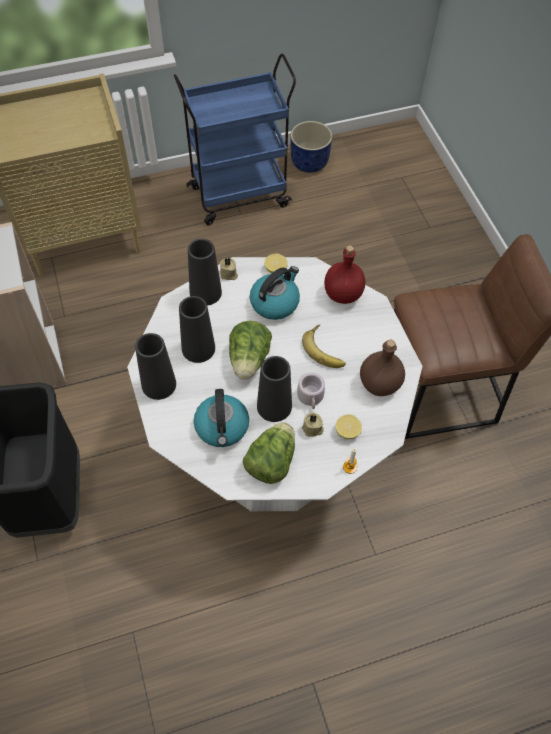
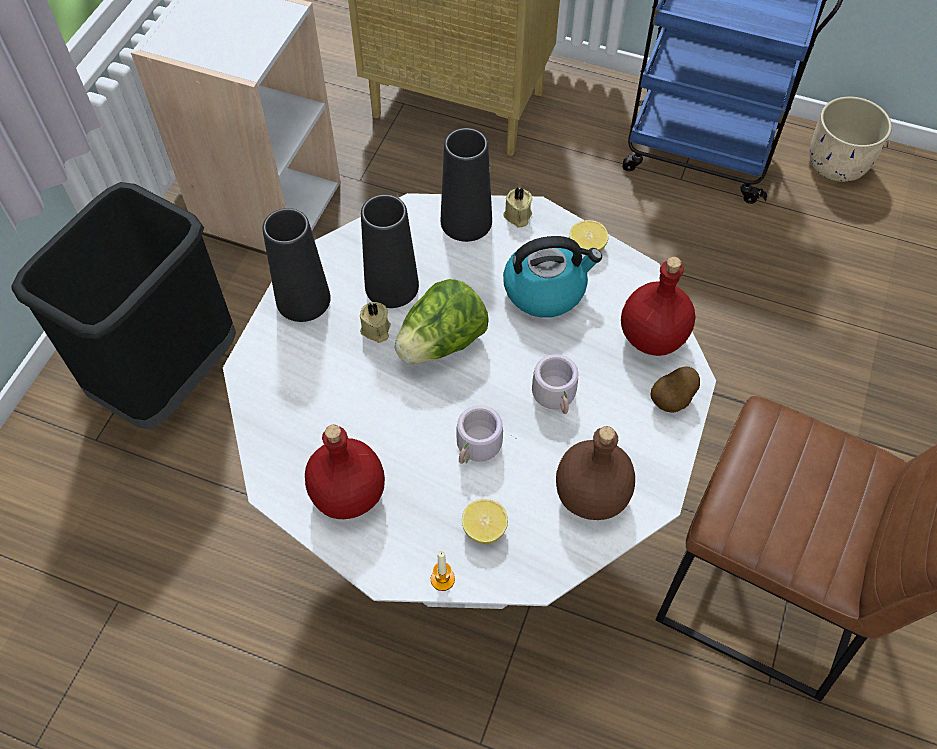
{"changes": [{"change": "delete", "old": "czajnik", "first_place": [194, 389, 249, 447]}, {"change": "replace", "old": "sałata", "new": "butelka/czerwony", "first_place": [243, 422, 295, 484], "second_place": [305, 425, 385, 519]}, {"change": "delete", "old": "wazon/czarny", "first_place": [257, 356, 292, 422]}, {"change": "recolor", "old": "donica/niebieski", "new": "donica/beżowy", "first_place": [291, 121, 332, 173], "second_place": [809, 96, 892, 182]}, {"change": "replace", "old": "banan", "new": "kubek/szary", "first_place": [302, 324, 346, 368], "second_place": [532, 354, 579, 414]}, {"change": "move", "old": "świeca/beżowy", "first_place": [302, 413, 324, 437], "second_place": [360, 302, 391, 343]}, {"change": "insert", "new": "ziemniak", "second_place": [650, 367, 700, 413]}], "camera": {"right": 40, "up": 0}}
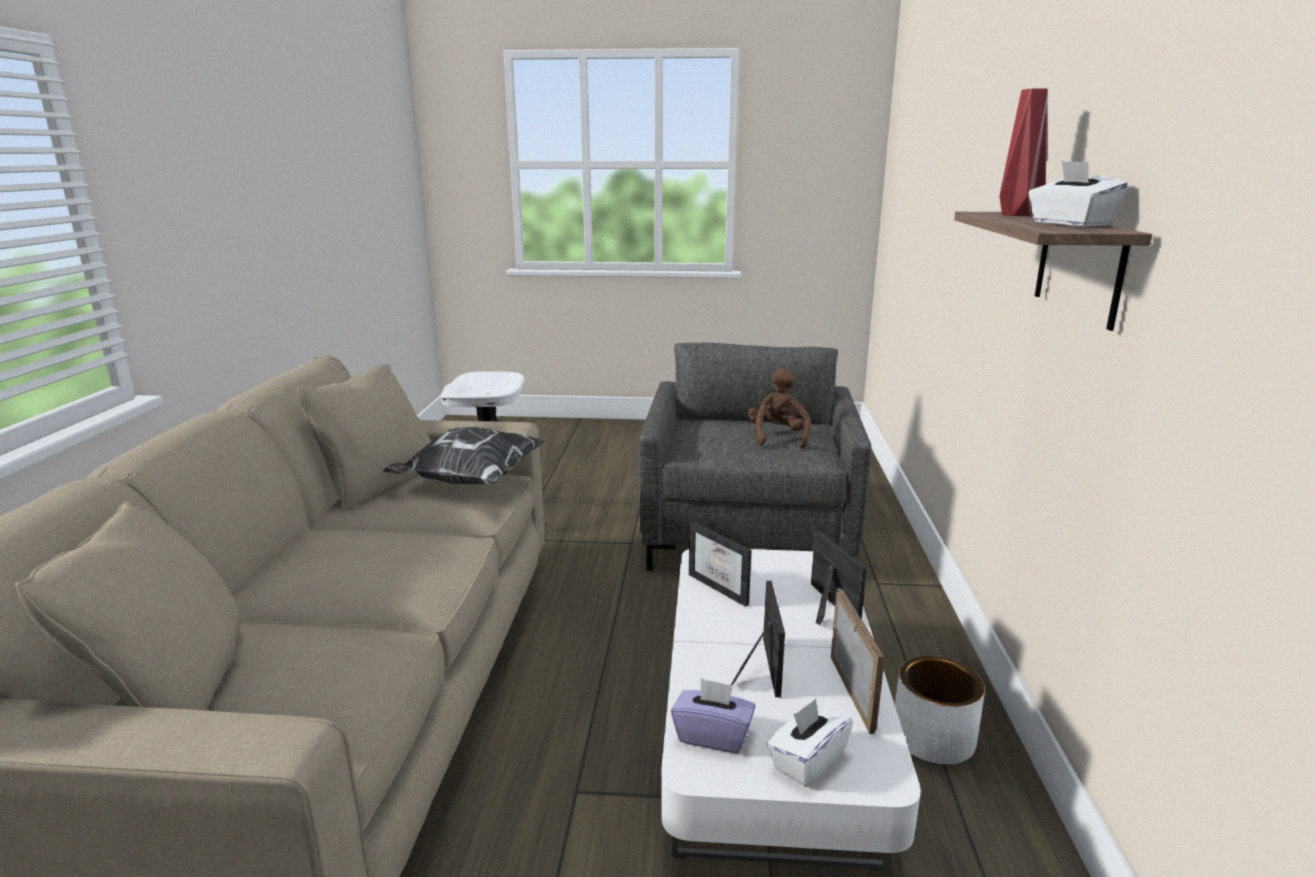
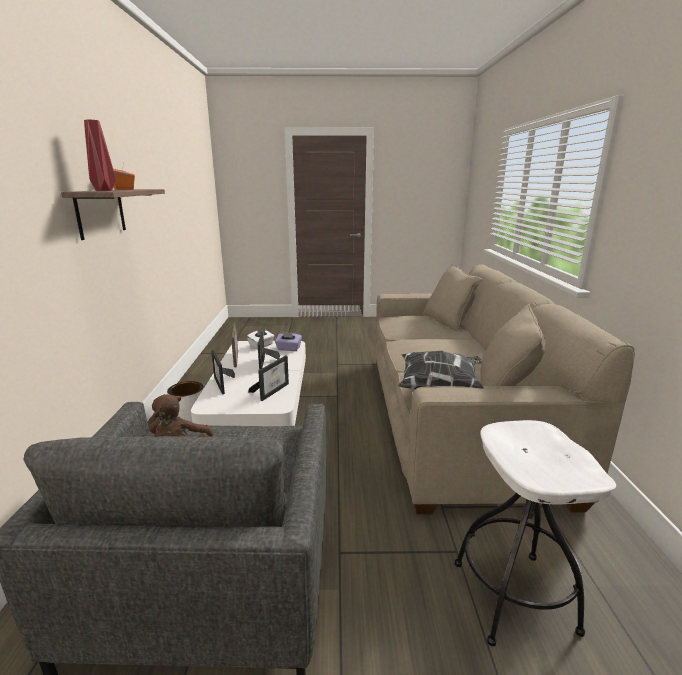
{"changes": [{"change": "rotate", "old": "ramka na zdjęcie", "first_place": [689, 522, 752, 607], "second_place": [248, 355, 289, 401], "degrees": 75}, {"change": "recolor", "old": "pudełko chusteczek/biały", "new": "pudełko chusteczek/pomarańczowy", "first_place": [1028, 161, 1128, 227], "second_place": [113, 164, 135, 190]}], "camera": {"right": 175, "up": 0}}
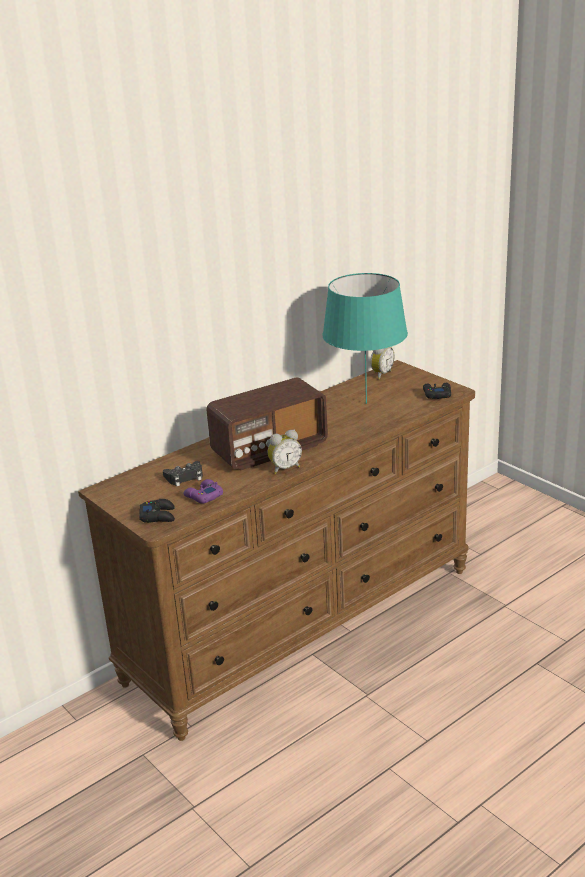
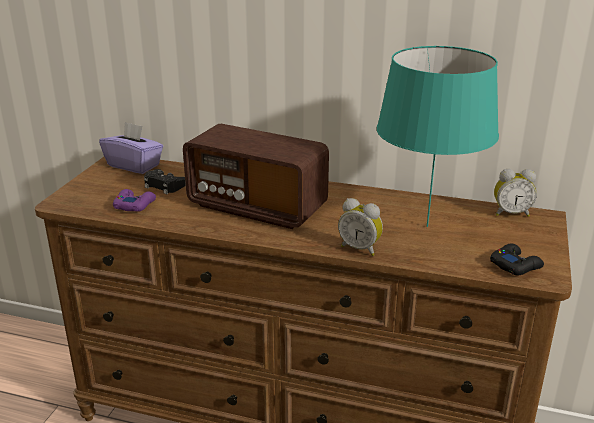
{"changes": [{"change": "delete", "old": "pad do gier/czarny", "first_place": [139, 499, 175, 523]}, {"change": "move", "old": "budzik", "first_place": [268, 430, 302, 474], "second_place": [338, 198, 383, 256]}, {"change": "insert", "new": "pudełko chusteczek/fioletowy", "second_place": [99, 122, 163, 174]}], "camera": {"right": 55, "up": 0}}
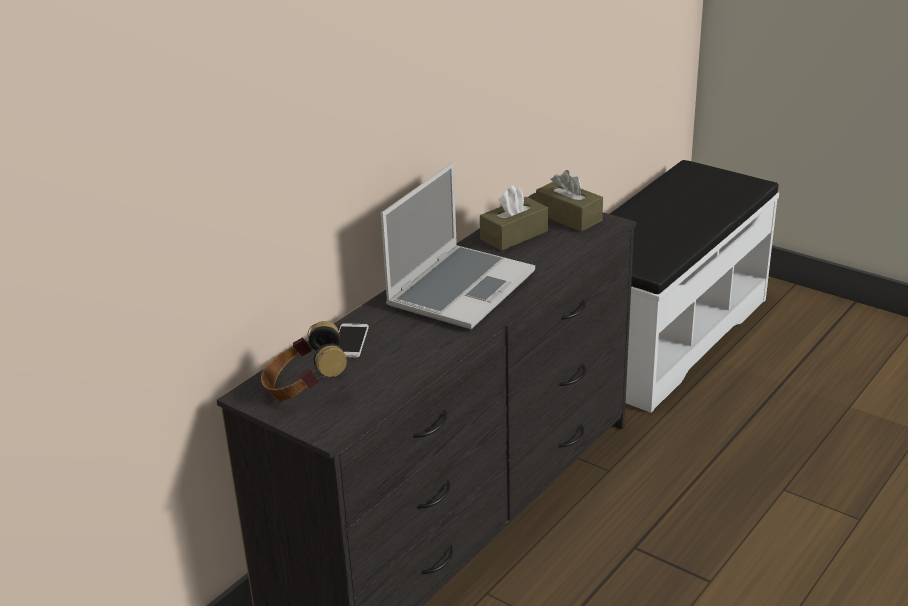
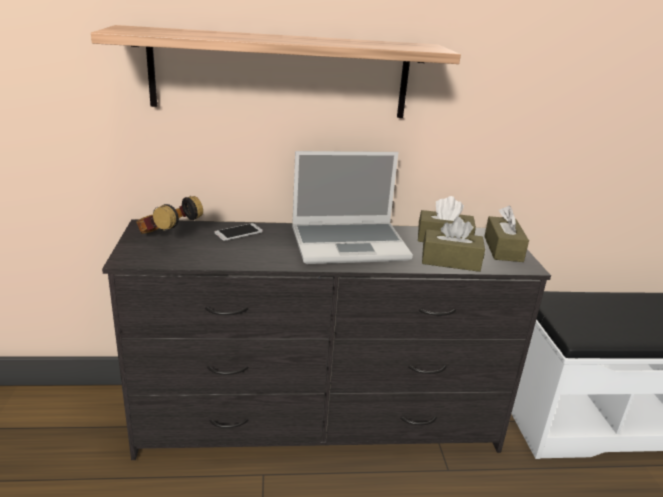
{"changes": [{"change": "insert", "new": "półka", "second_place": [91, 25, 461, 118]}, {"change": "insert", "new": "pudełko chusteczek/brązowy", "second_place": [422, 217, 485, 272]}], "camera": {"right": 45, "up": -5}}
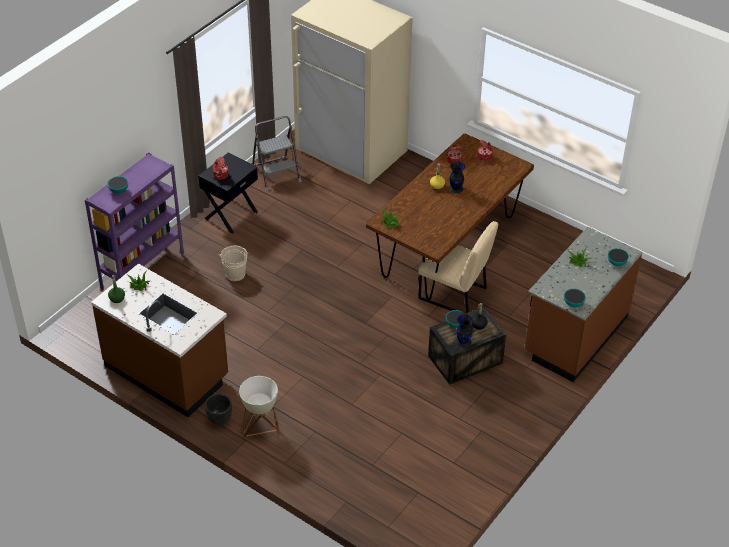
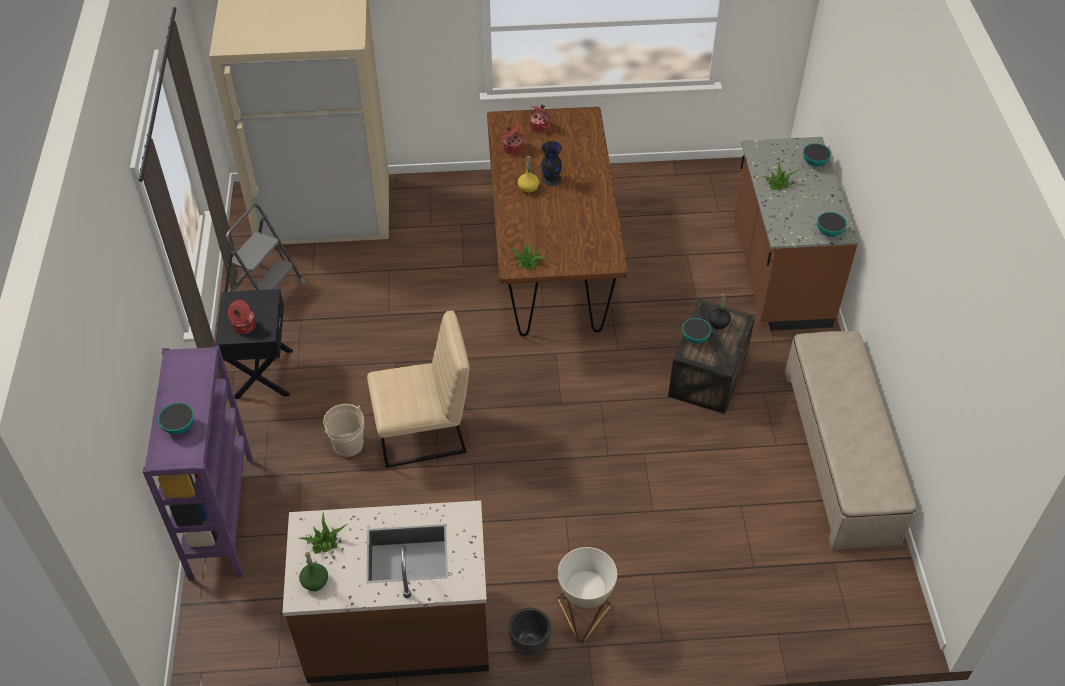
{"changes": [{"change": "move", "old": "krzesło/beżowy", "first_place": [418, 221, 498, 314], "second_place": [367, 310, 470, 468]}, {"change": "delete", "old": "wazon/czarny", "first_place": [456, 314, 473, 347]}, {"change": "insert", "new": "ławka/beżowy", "second_place": [785, 331, 916, 550]}], "camera": {"right": -40, "up": 5}}
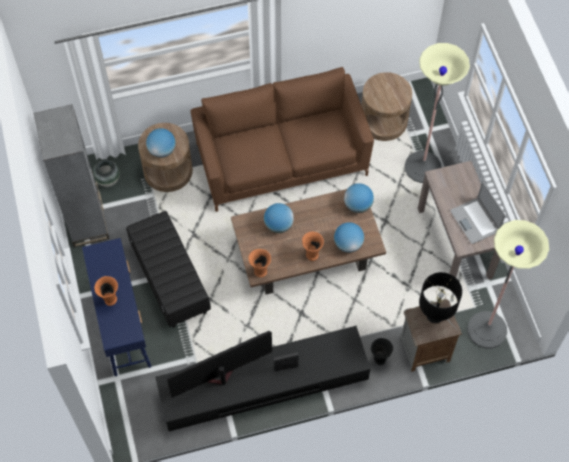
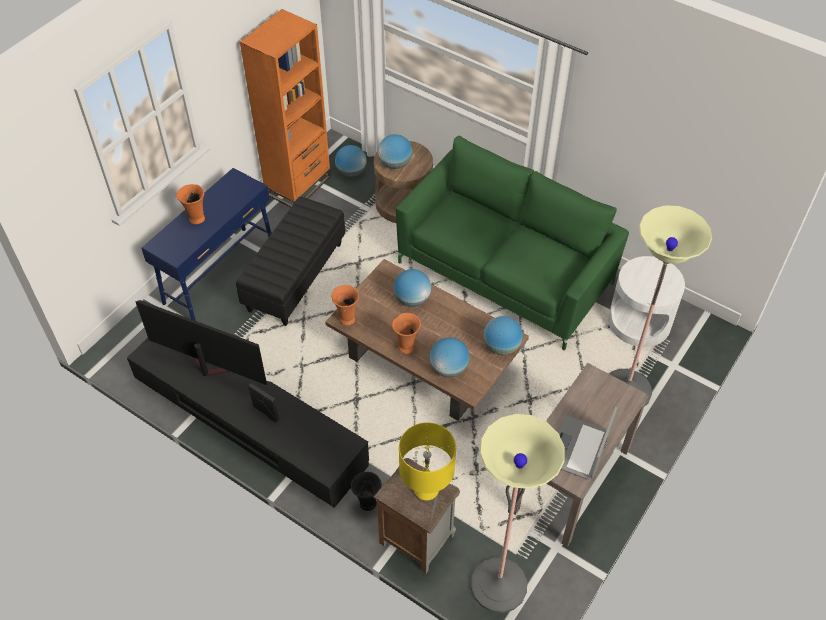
{"changes": [{"change": "recolor", "old": "regał/szary", "new": "regał/pomarańczowy", "first_place": [34, 104, 109, 247], "second_place": [240, 9, 331, 208]}, {"change": "replace", "old": "wazon", "new": "globus", "first_place": [93, 159, 120, 187], "second_place": [335, 145, 367, 177]}, {"change": "recolor", "old": "kanapa/brązowy", "new": "kanapa/zielony", "first_place": [190, 67, 374, 212], "second_place": [395, 136, 629, 350]}, {"change": "recolor", "old": "stolik/brązowy", "new": "stolik/biały", "first_place": [361, 72, 412, 141], "second_place": [608, 256, 685, 347]}, {"change": "recolor", "old": "lampa stołowa/czarny", "new": "lampa stołowa/żółty", "first_place": [419, 272, 462, 323], "second_place": [399, 422, 456, 500]}], "camera": {"right": 50, "up": -10}}
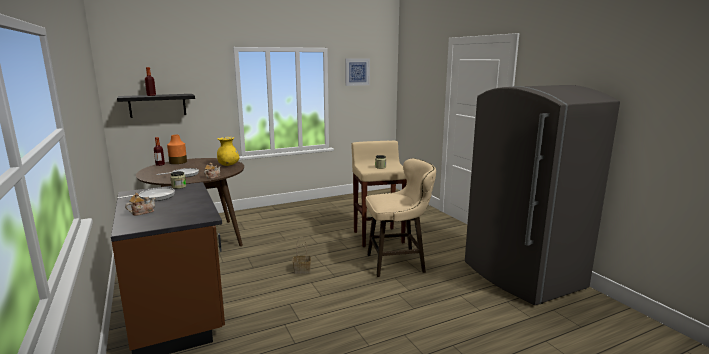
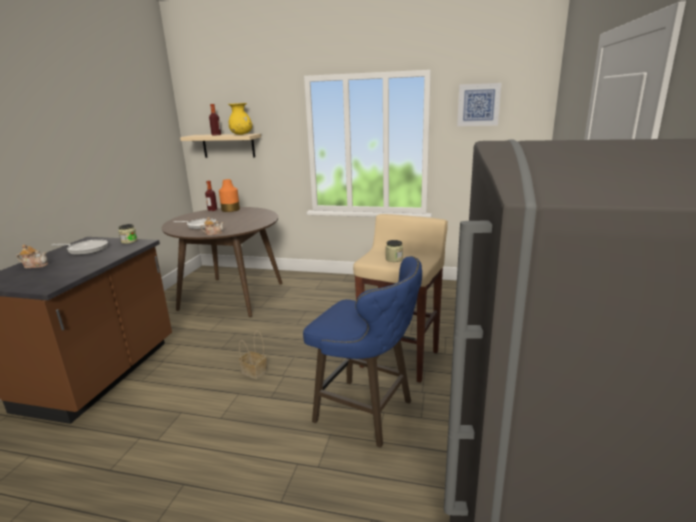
{"changes": [{"change": "recolor", "old": "półka/czarny", "new": "półka/beżowy", "first_place": [117, 94, 195, 118], "second_place": [180, 134, 261, 158]}, {"change": "move", "old": "wazon/żółty", "first_place": [217, 137, 240, 166], "second_place": [228, 103, 253, 135]}, {"change": "recolor", "old": "stołek/beżowy", "new": "stołek/niebieski", "first_place": [366, 158, 436, 277], "second_place": [303, 256, 422, 448]}], "camera": {"right": 40, "up": 5}}
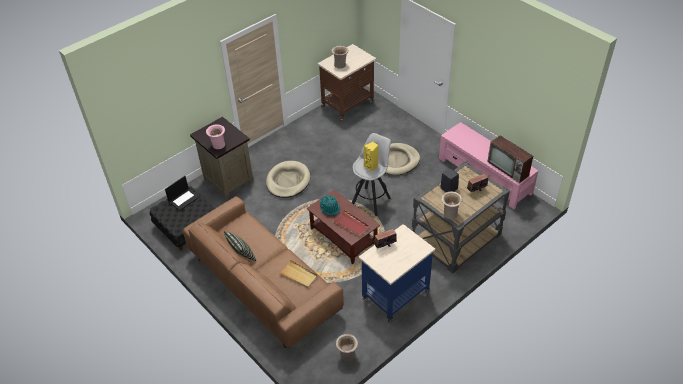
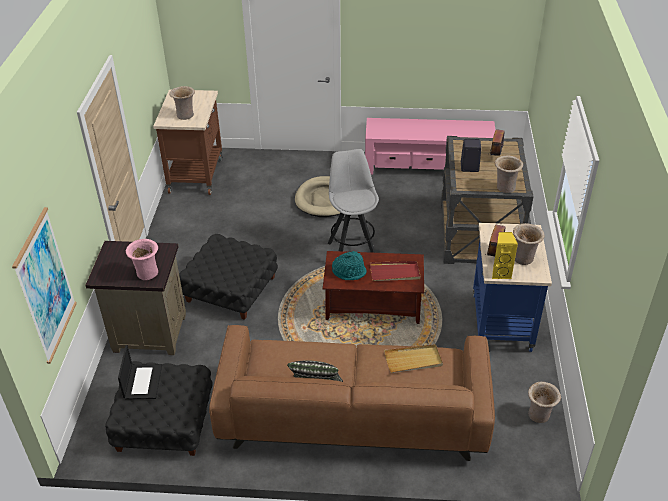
{"changes": [{"change": "replace", "old": "legowisko/beżowy", "new": "pufa/czarny", "first_place": [266, 161, 310, 198], "second_place": [179, 234, 278, 320]}, {"change": "move", "old": "głośnik/żółty", "first_place": [364, 142, 378, 172], "second_place": [492, 232, 518, 279]}, {"change": "delete", "old": "telewizor", "first_place": [487, 135, 533, 183]}, {"change": "insert", "new": "obraz", "second_place": [12, 207, 77, 364]}, {"change": "insert", "new": "wazon/beżowy", "second_place": [513, 223, 544, 265]}], "camera": {"right": -45, "up": -5}}
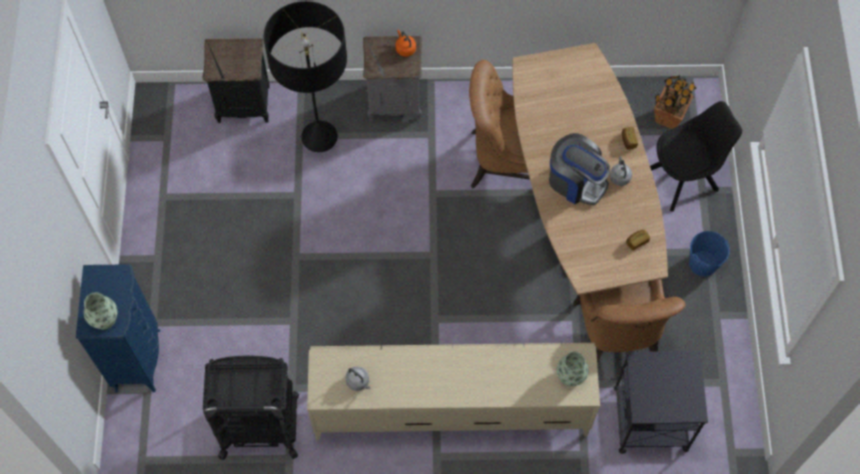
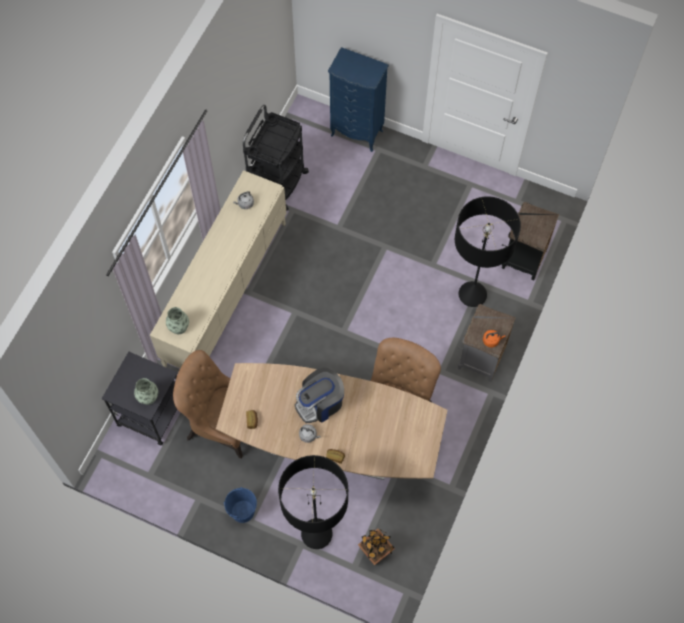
{"changes": [{"change": "move", "old": "wazon", "first_place": [84, 292, 117, 329], "second_place": [134, 378, 158, 405]}, {"change": "replace", "old": "krzesło/czarny", "new": "lampa stojąca/czarny", "first_place": [650, 101, 742, 212], "second_place": [278, 455, 348, 549]}], "camera": {"right": 115, "up": 0}}
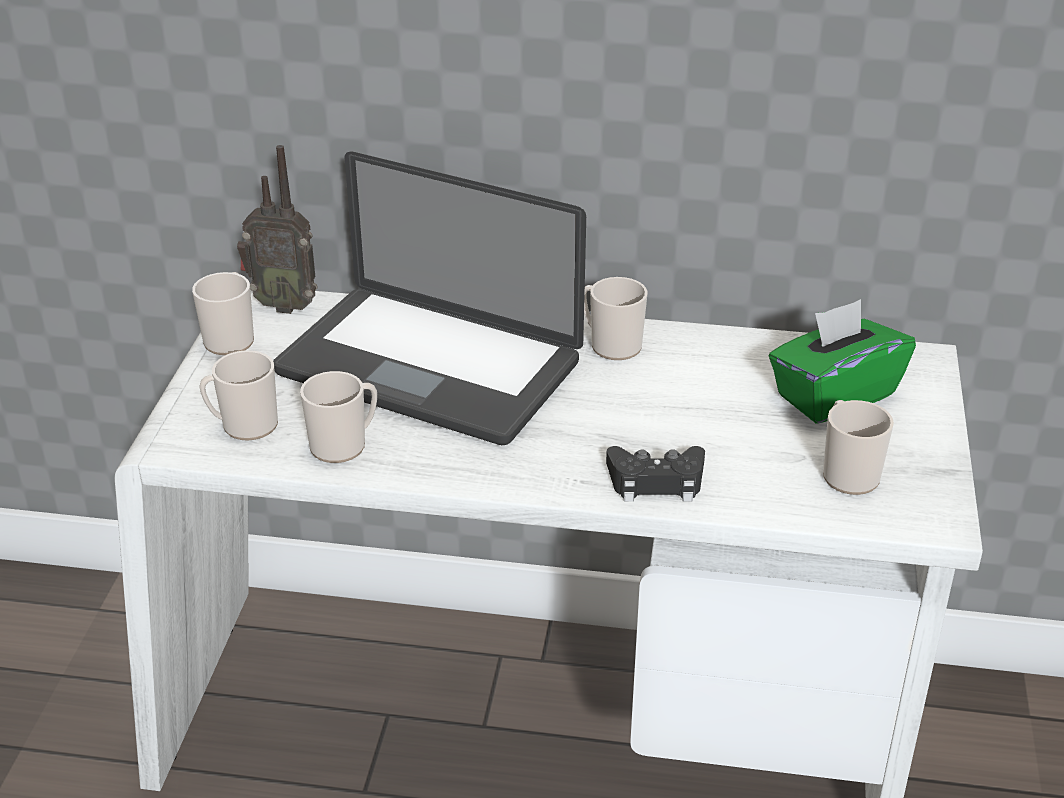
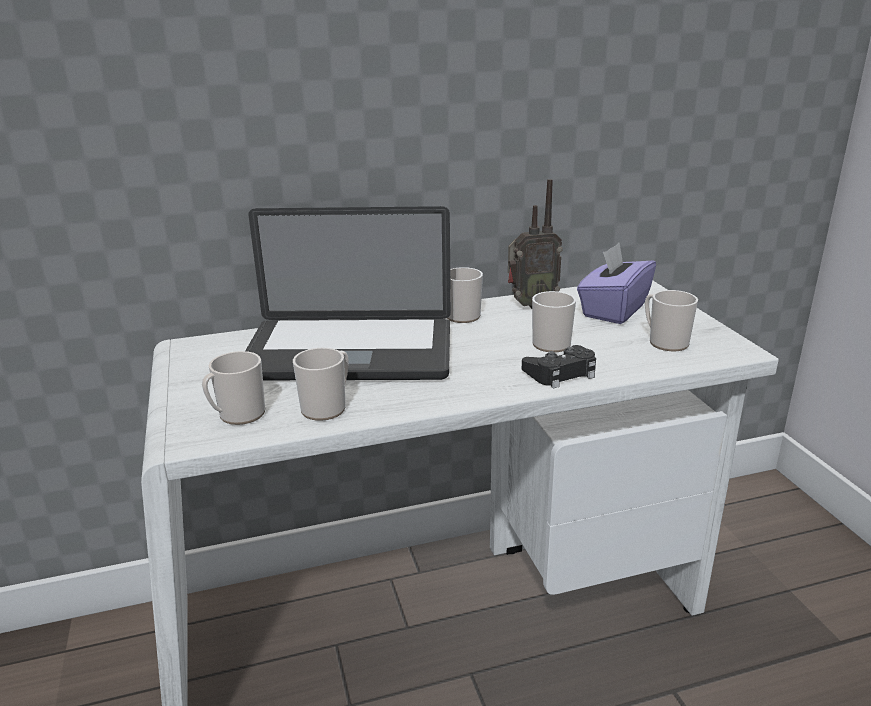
{"changes": [{"change": "move", "old": "kubek", "first_place": [192, 272, 254, 355], "second_place": [532, 291, 576, 352]}, {"change": "move", "old": "radio", "first_place": [237, 145, 318, 314], "second_place": [508, 179, 563, 309]}, {"change": "recolor", "old": "pudełko chusteczek/zielony", "new": "pudełko chusteczek/fioletowy", "first_place": [769, 299, 916, 424], "second_place": [577, 243, 656, 324]}], "camera": {"right": -25, "up": -10}}
